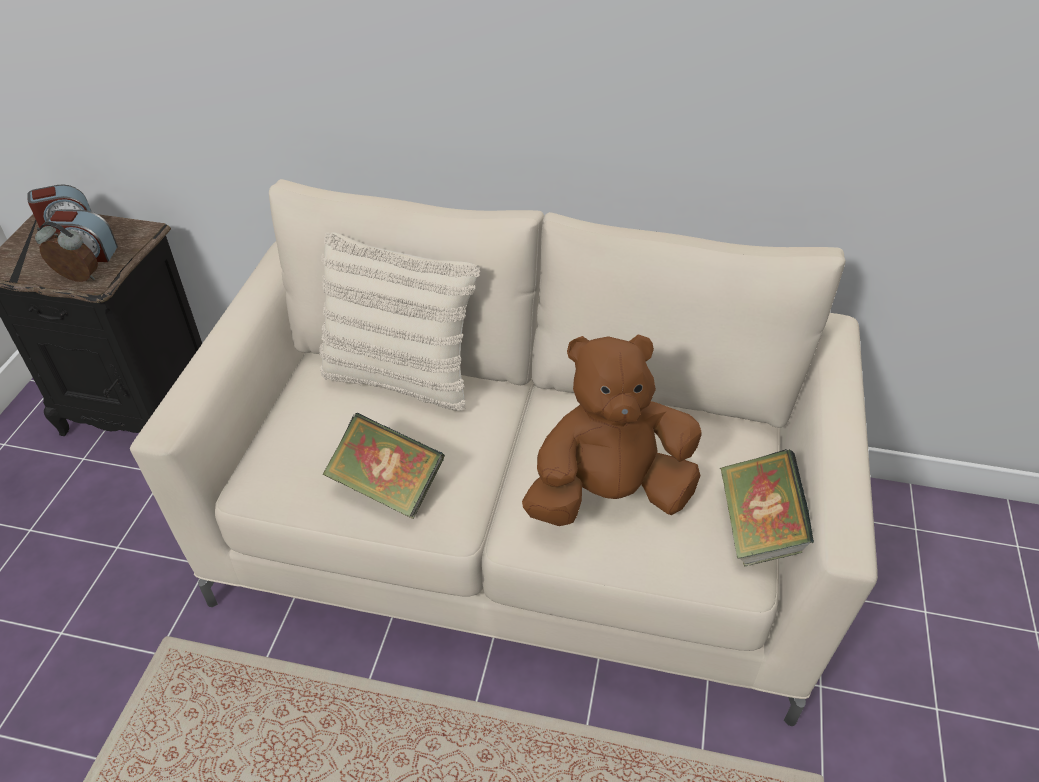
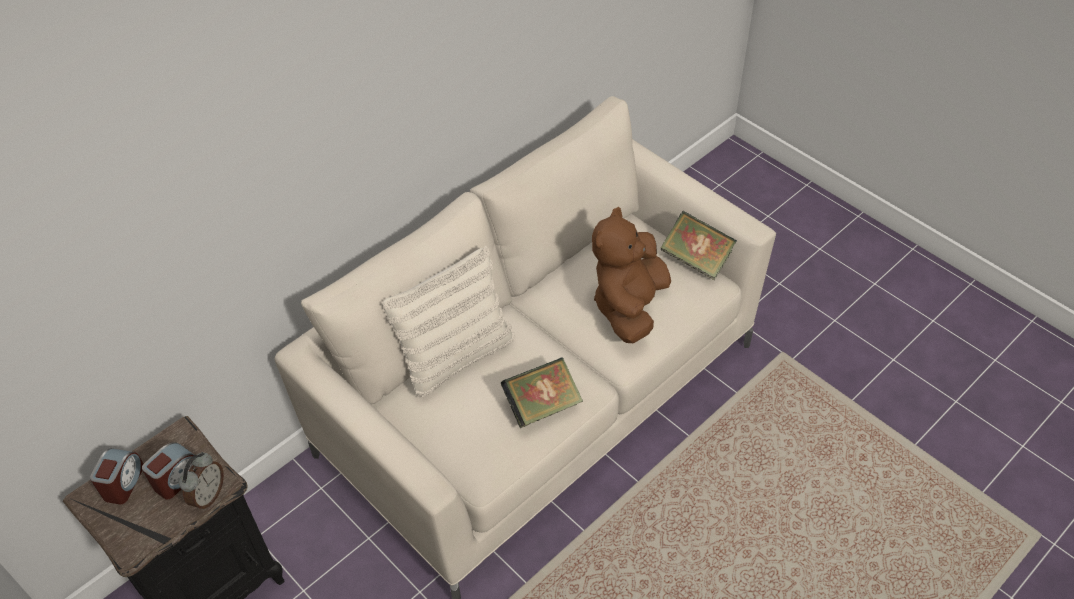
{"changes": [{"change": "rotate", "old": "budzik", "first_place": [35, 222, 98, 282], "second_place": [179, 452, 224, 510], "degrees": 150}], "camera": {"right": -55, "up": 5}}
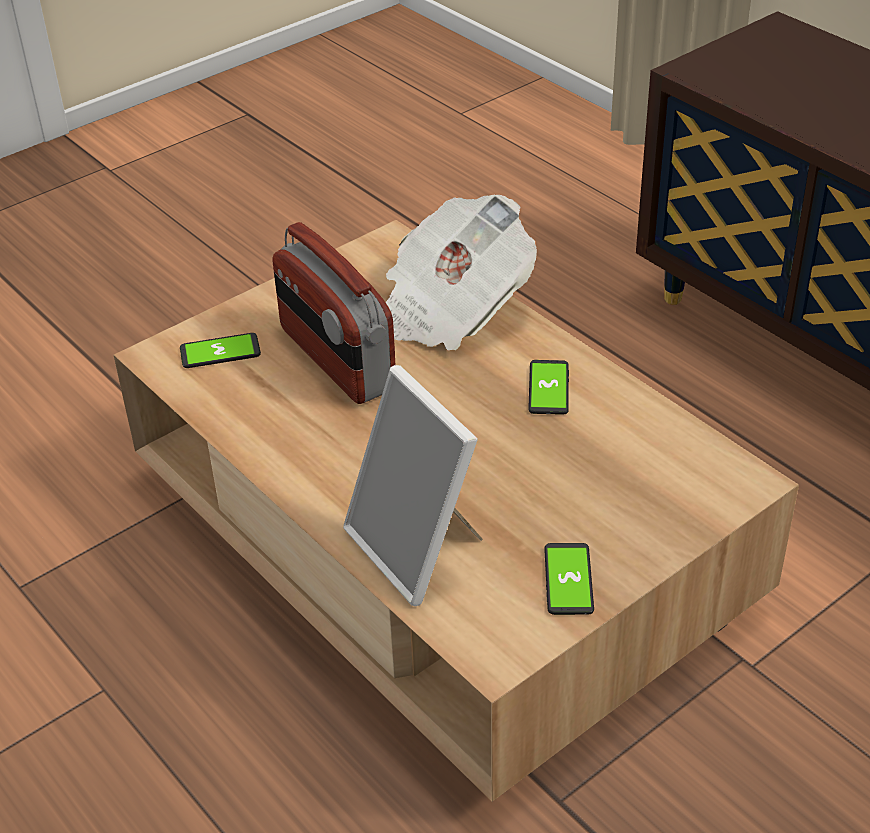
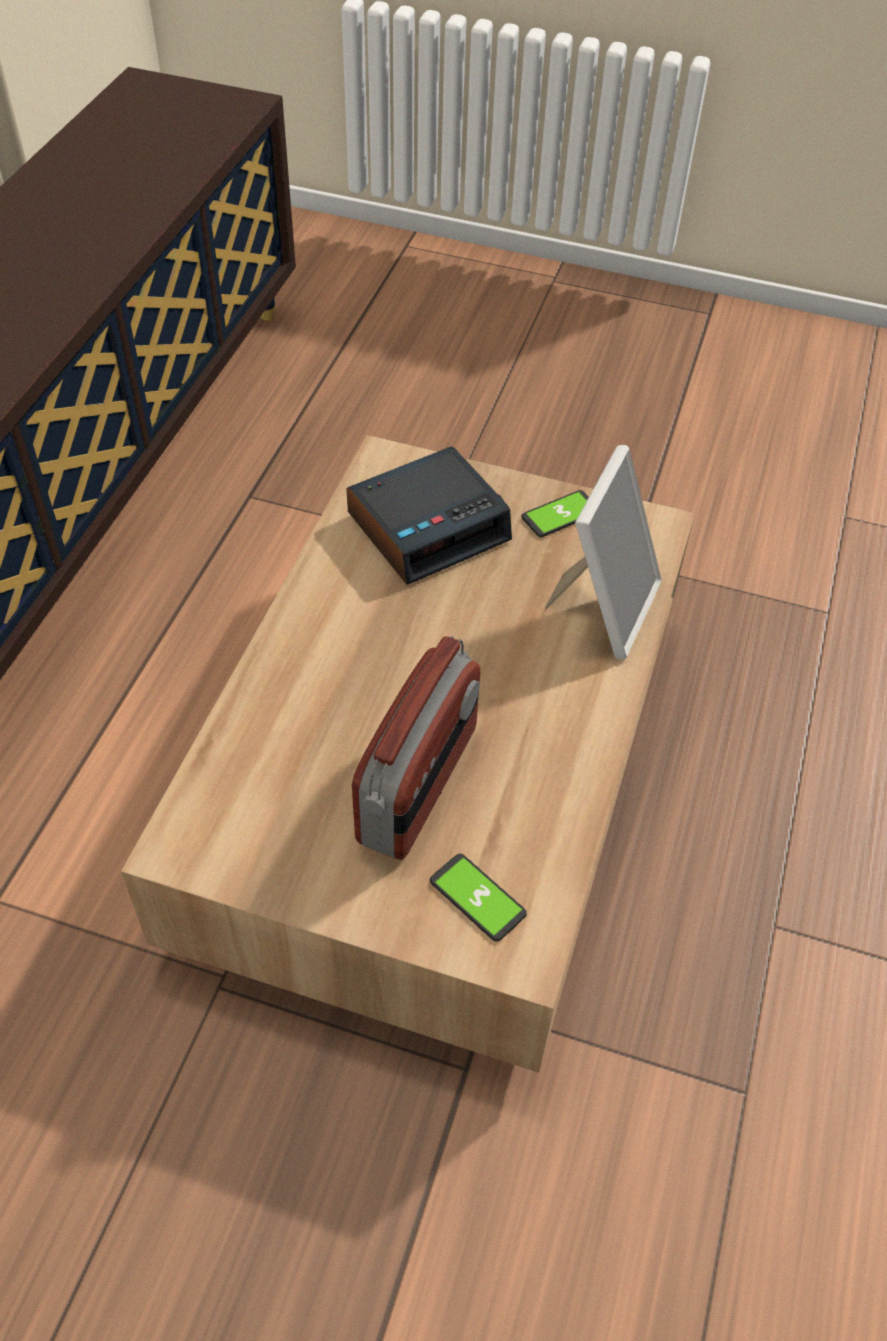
{"changes": [{"change": "delete", "old": "gazeta", "first_place": [386, 195, 537, 350]}, {"change": "delete", "old": "telefon", "first_place": [528, 360, 569, 415]}, {"change": "insert", "new": "budzik", "second_place": [346, 446, 512, 585]}], "camera": {"right": -125, "up": 10}}
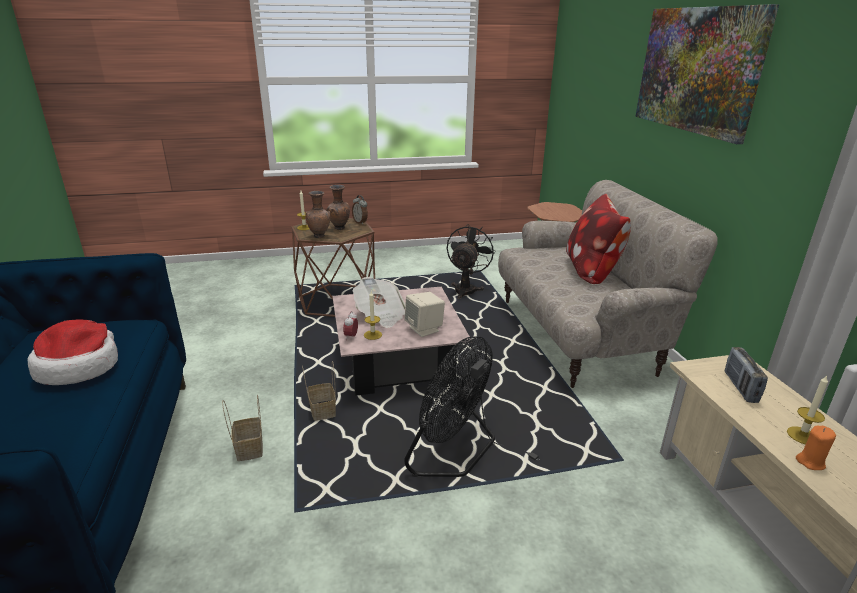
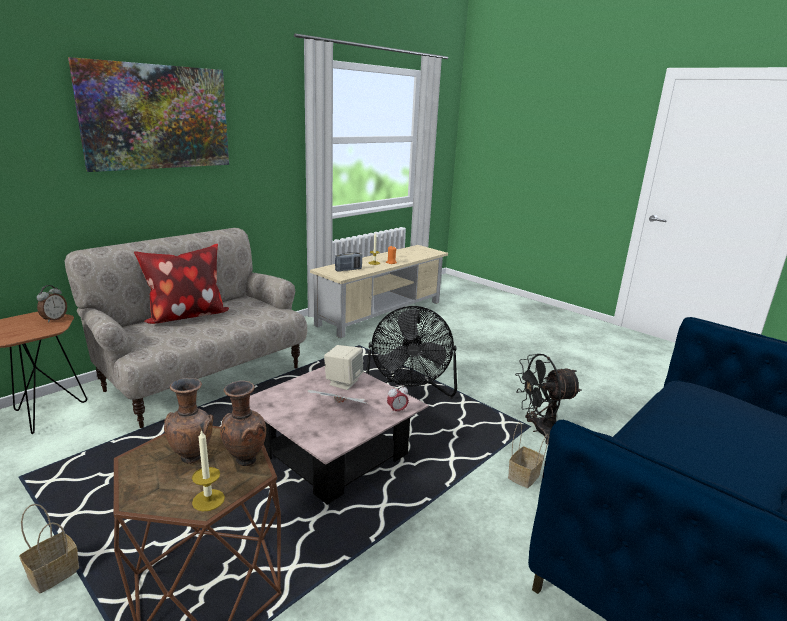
{"changes": [{"change": "delete", "old": "kapelusz", "first_place": [28, 319, 118, 385]}, {"change": "move", "old": "koszyk", "first_place": [302, 361, 336, 421], "second_place": [19, 504, 79, 593]}, {"change": "move", "old": "budzik", "first_place": [352, 195, 368, 225], "second_place": [37, 285, 67, 322]}, {"change": "delete", "old": "świeca", "first_place": [364, 291, 382, 340]}, {"change": "move", "old": "wentylator/czarny", "first_place": [447, 224, 496, 299], "second_place": [515, 354, 582, 444]}], "camera": {"right": -125, "up": -5}}
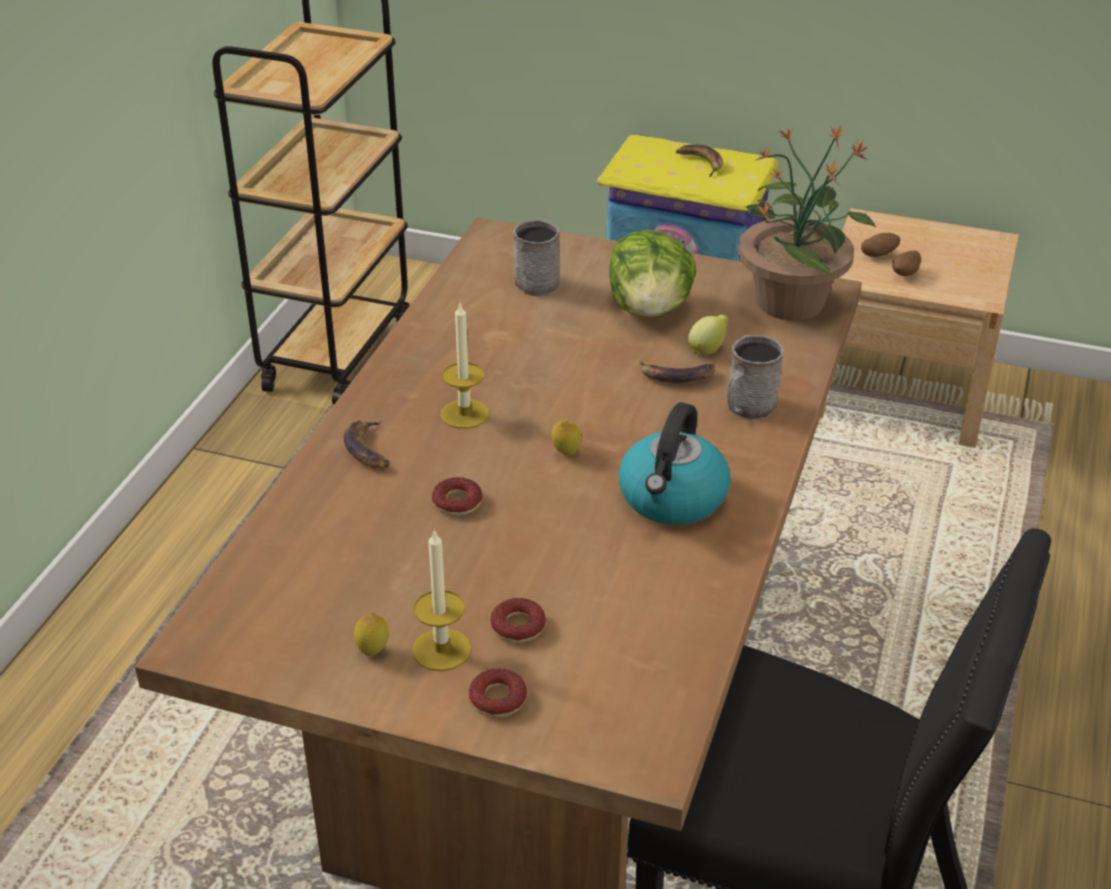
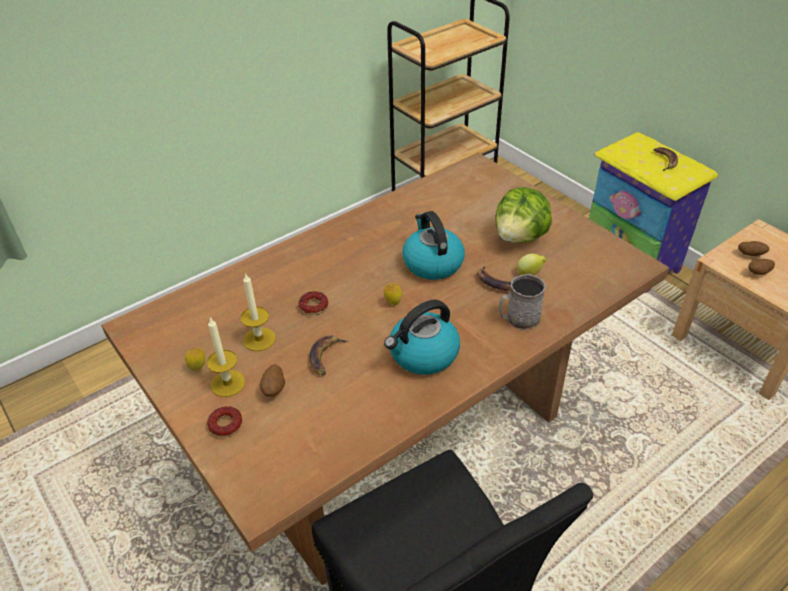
{"changes": [{"change": "move", "old": "banan", "first_place": [344, 420, 390, 468], "second_place": [309, 335, 349, 376]}, {"change": "move", "old": "świeca", "first_place": [440, 304, 489, 429], "second_place": [240, 273, 276, 351]}, {"change": "replace", "old": "donut", "new": "ziemniak", "first_place": [491, 598, 546, 643], "second_place": [260, 364, 285, 397]}, {"change": "delete", "old": "kubek/szary", "first_place": [513, 220, 560, 296]}, {"change": "delete", "old": "roślina doniczkowa", "first_place": [738, 124, 876, 321]}, {"change": "insert", "new": "czajnik", "second_place": [402, 211, 465, 280]}], "camera": {"right": 35, "up": 5}}
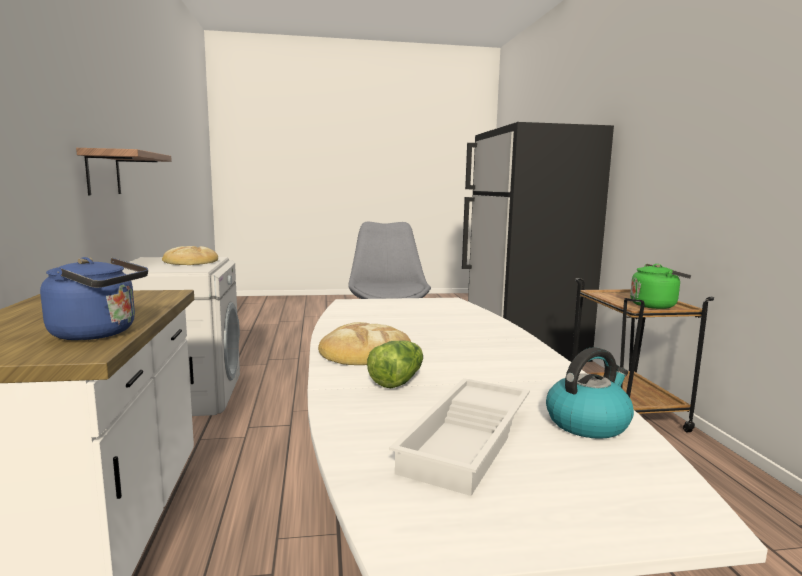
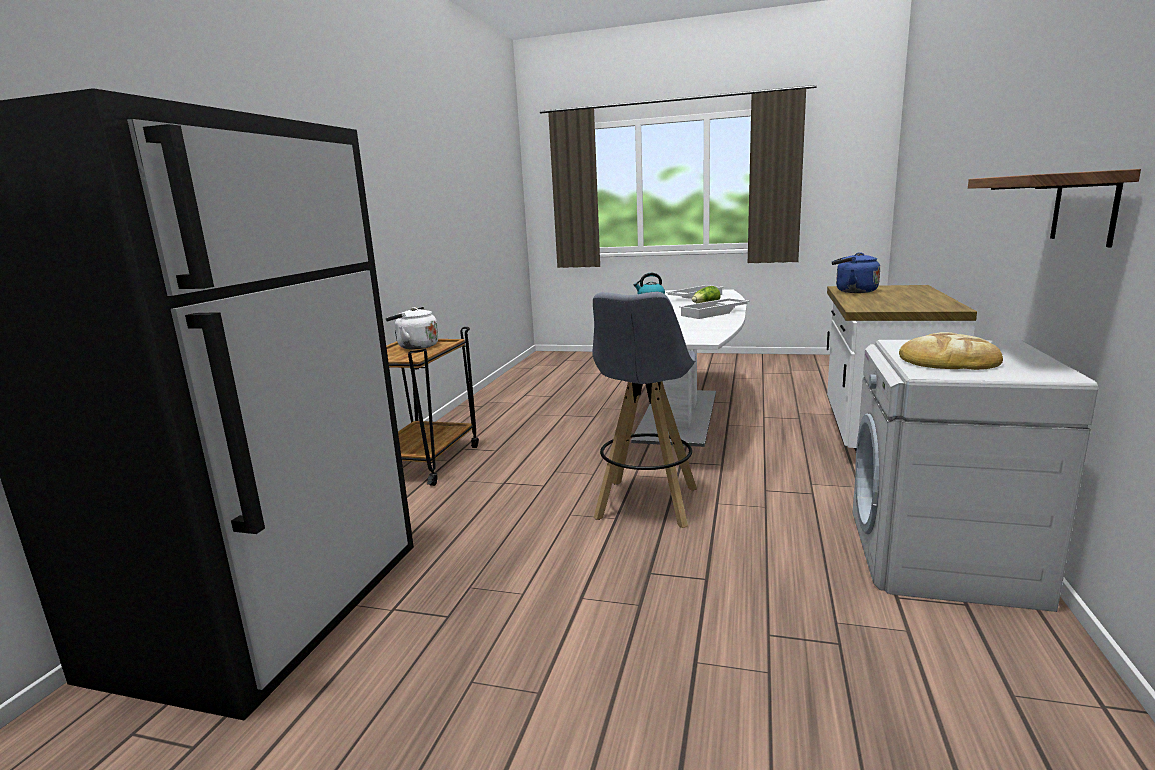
{"changes": [{"change": "replace", "old": "chleb", "new": "taca/biały", "first_place": [318, 322, 411, 365], "second_place": [679, 298, 750, 319]}, {"change": "recolor", "old": "czajnik/zielony", "new": "czajnik/biały", "first_place": [630, 264, 691, 309], "second_place": [386, 307, 439, 349]}], "camera": {"right": -155, "up": 5}}
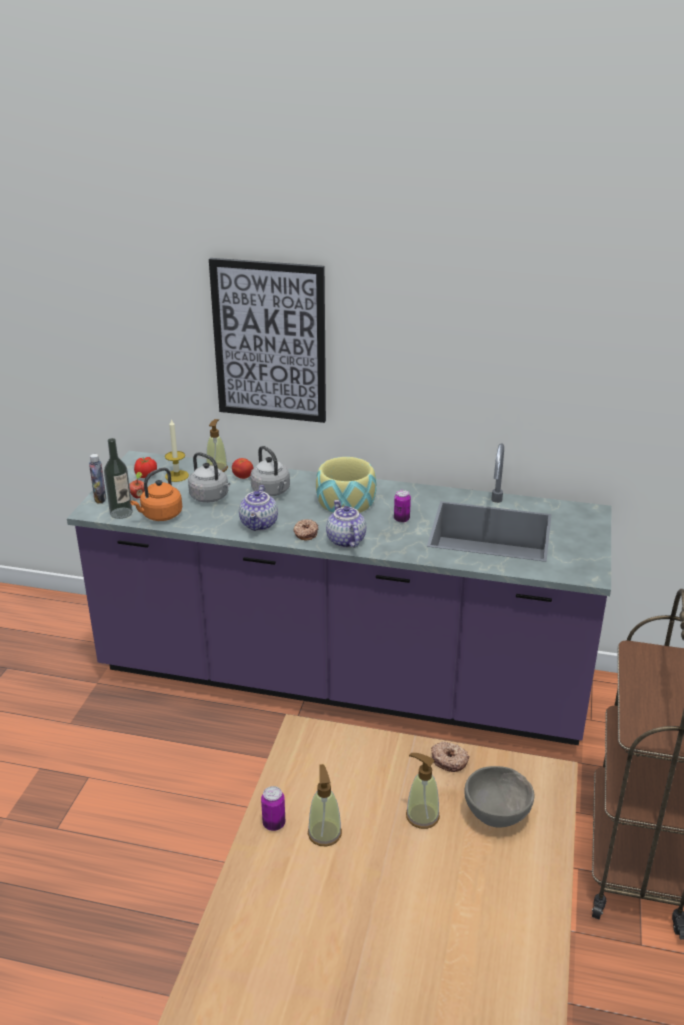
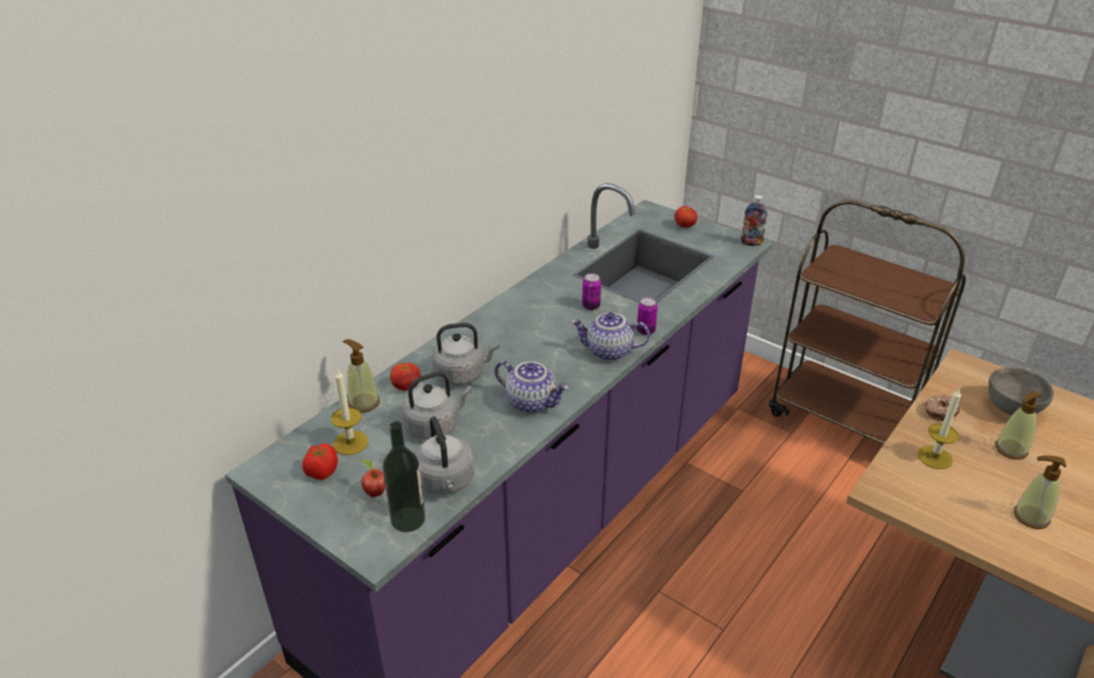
{"changes": [{"change": "move", "old": "butelka", "first_place": [89, 454, 106, 504], "second_place": [741, 195, 768, 246]}, {"change": "recolor", "old": "czajnik/pomarańczowy", "new": "czajnik/szary", "first_place": [130, 467, 182, 521], "second_place": [415, 416, 474, 494]}, {"change": "delete", "old": "obraz", "first_place": [209, 258, 326, 423]}, {"change": "move", "old": "puszka", "first_place": [261, 786, 285, 831], "second_place": [637, 297, 658, 335]}, {"change": "delete", "old": "donut", "first_place": [293, 519, 318, 541]}, {"change": "delete", "old": "miska", "first_place": [316, 457, 377, 513]}, {"change": "insert", "new": "pomidor", "second_place": [674, 206, 697, 228]}, {"change": "insert", "new": "świeca", "second_place": [917, 388, 961, 469]}], "camera": {"right": -65, "up": 5}}
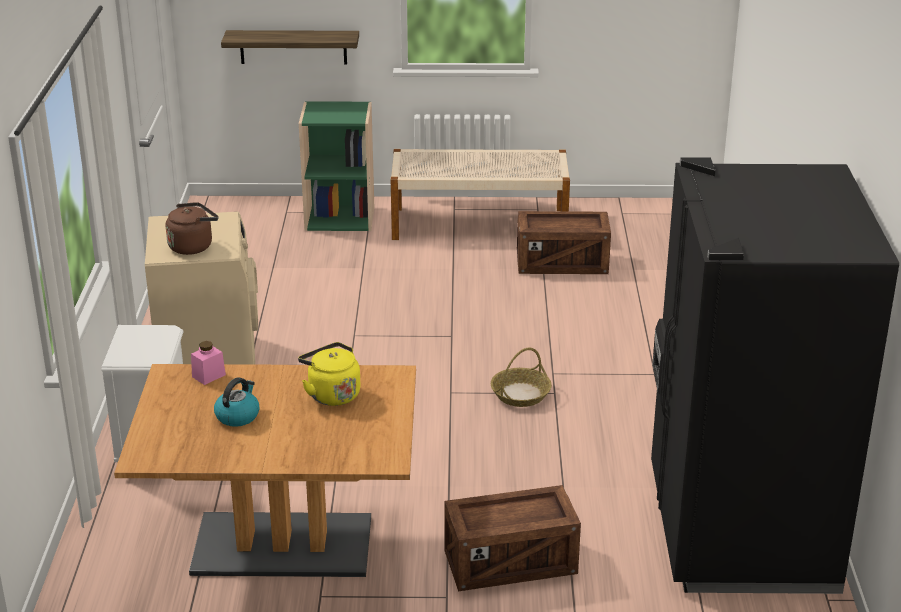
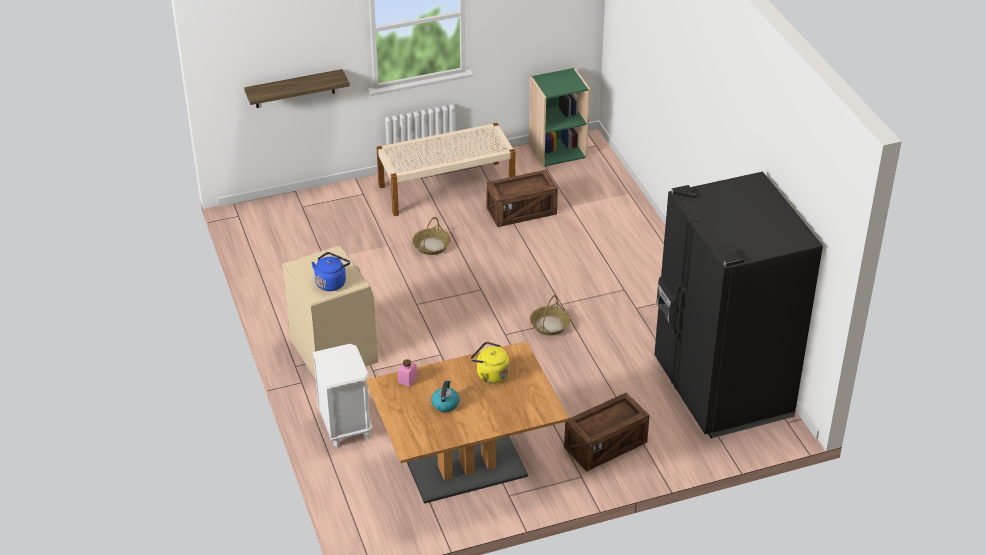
{"changes": [{"change": "recolor", "old": "czajnik/brązowy", "new": "czajnik/niebieski", "first_place": [166, 202, 218, 255], "second_place": [311, 252, 350, 291]}, {"change": "move", "old": "regał/zielony", "first_place": [299, 101, 374, 231], "second_place": [529, 68, 590, 167]}, {"change": "insert", "new": "koszyk", "second_place": [412, 217, 450, 255]}], "camera": {"right": -20, "up": 10}}
